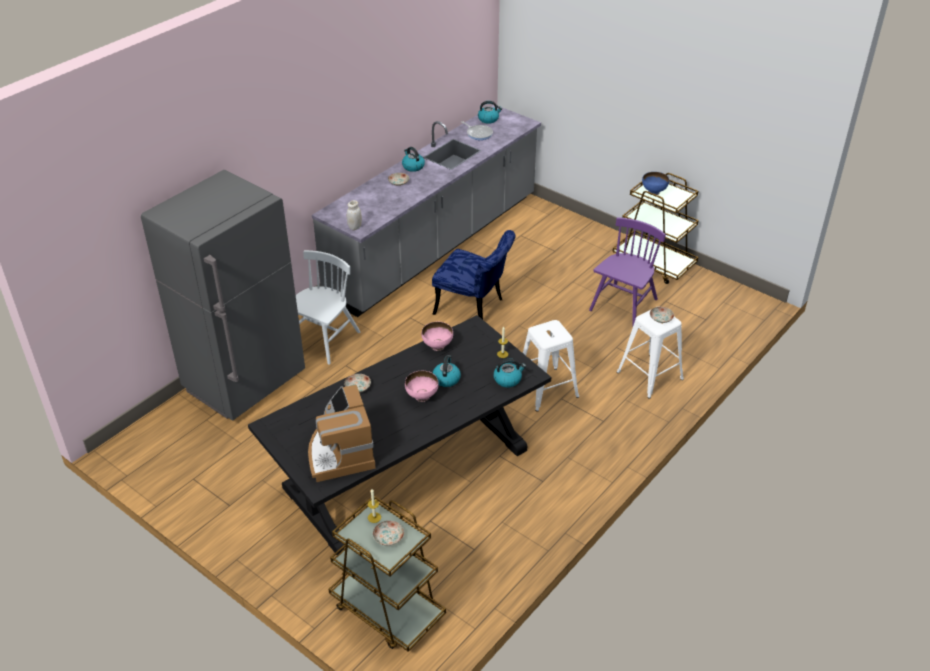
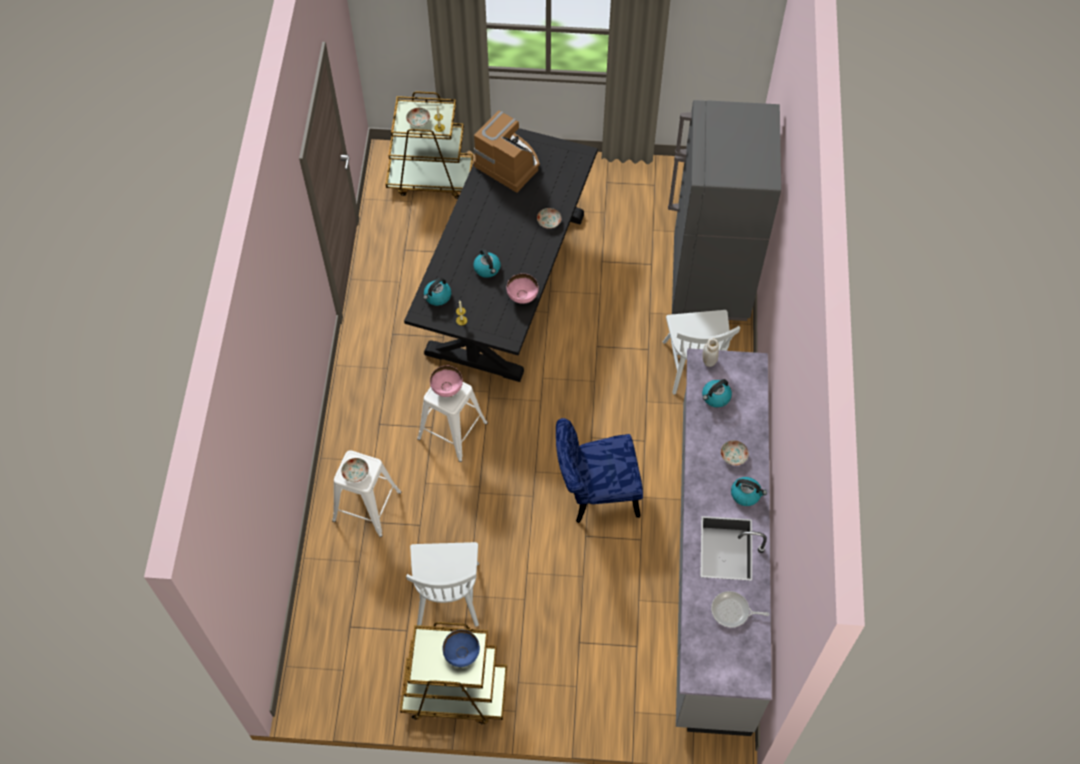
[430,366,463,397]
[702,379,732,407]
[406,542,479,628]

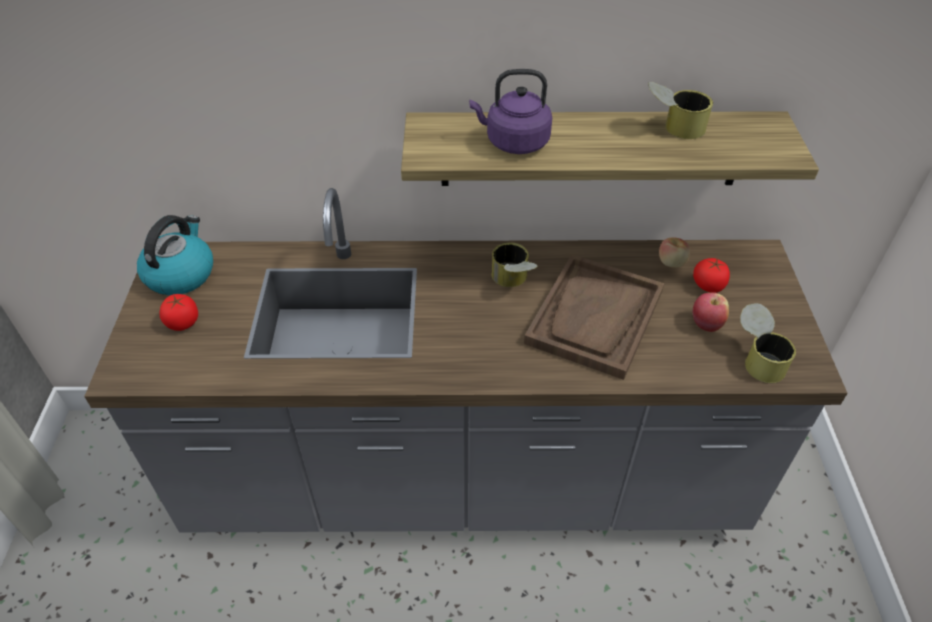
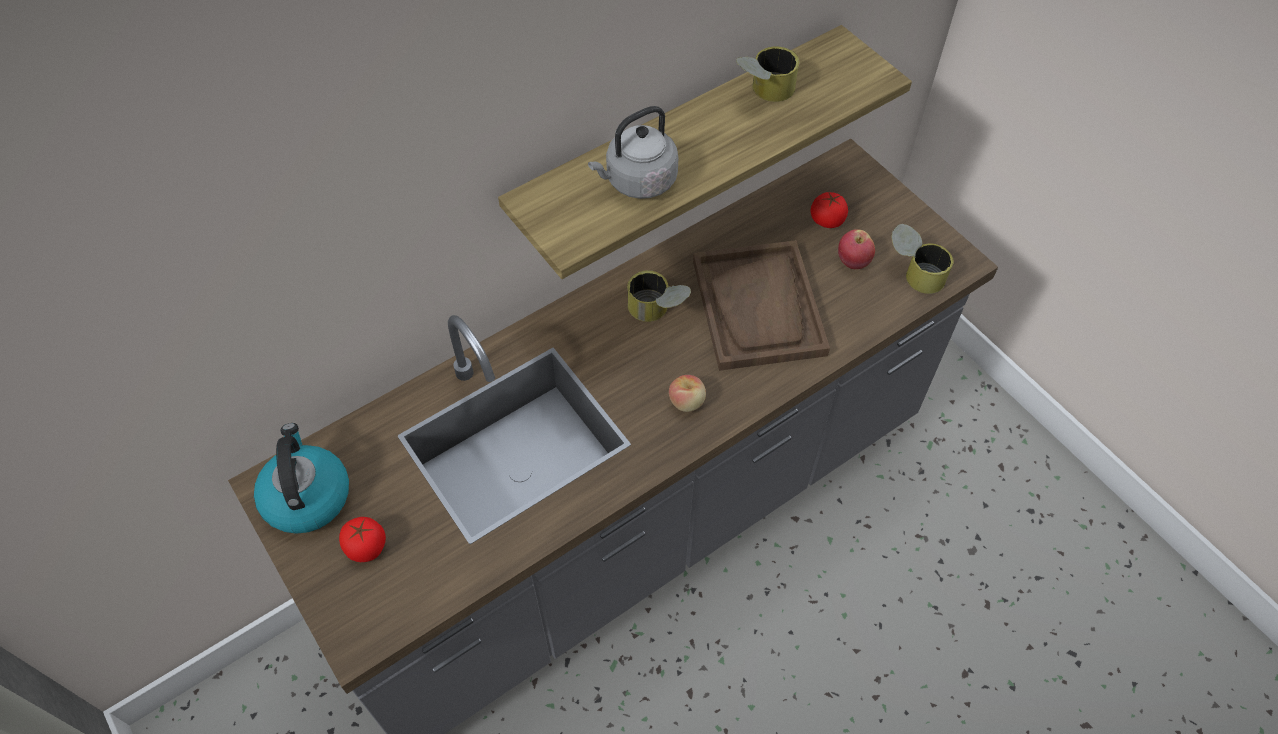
[588,106,679,199]
[669,375,706,412]

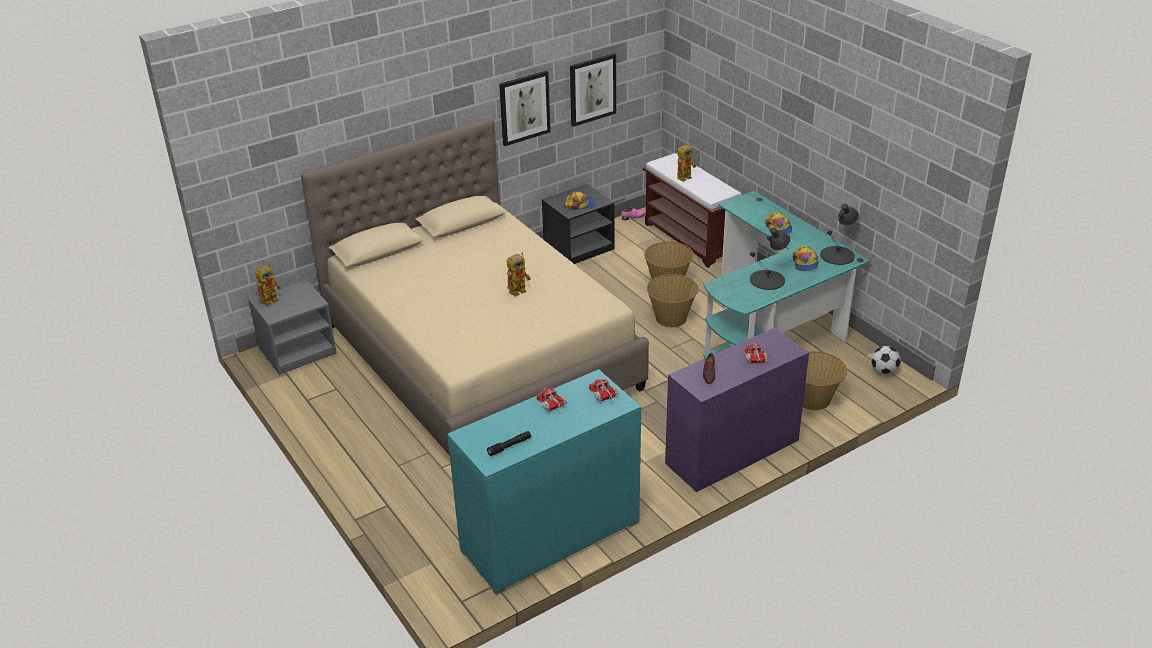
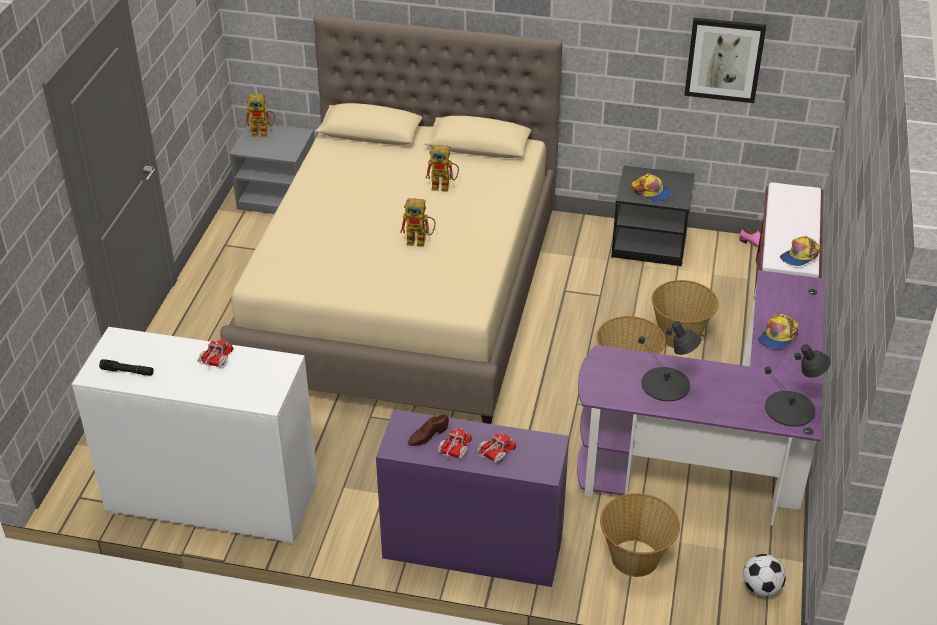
[72,327,318,544]
[499,71,551,146] (first image)
[437,428,472,459]
[425,145,459,192]
[577,270,824,525]
[780,236,820,266]

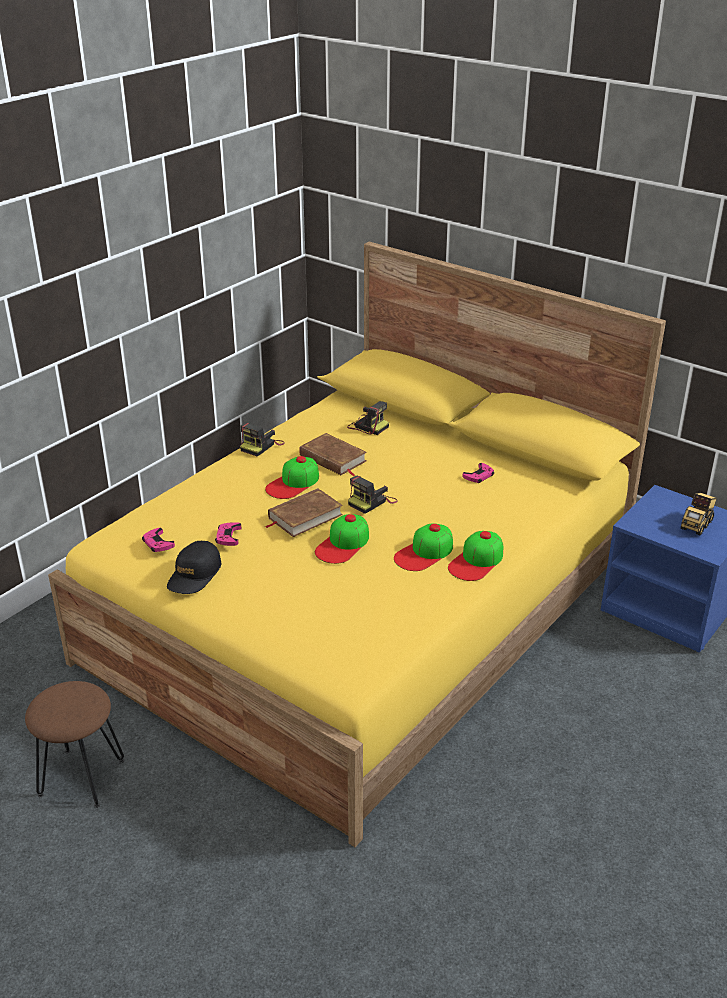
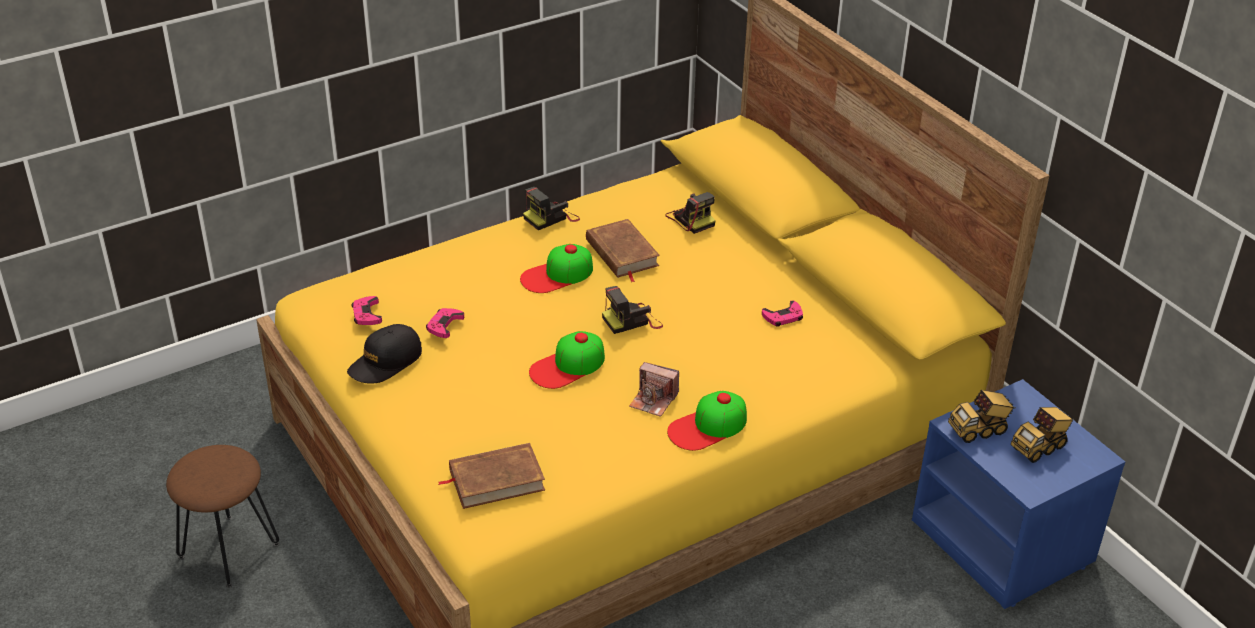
[438,443,545,509]
[629,362,679,417]
[948,390,1016,443]

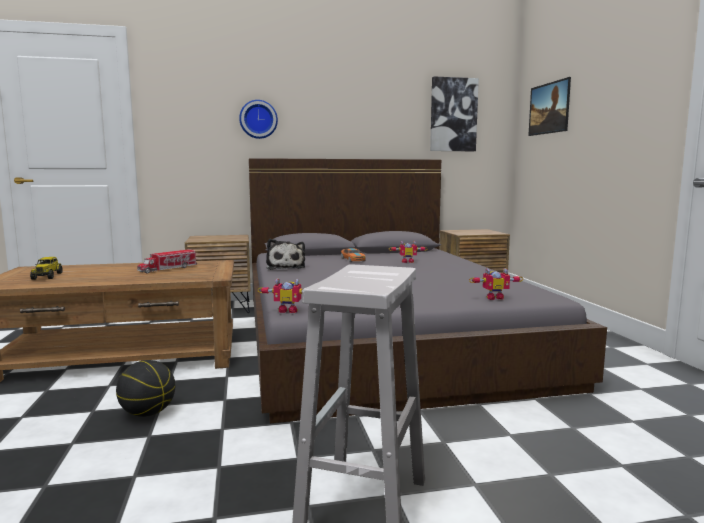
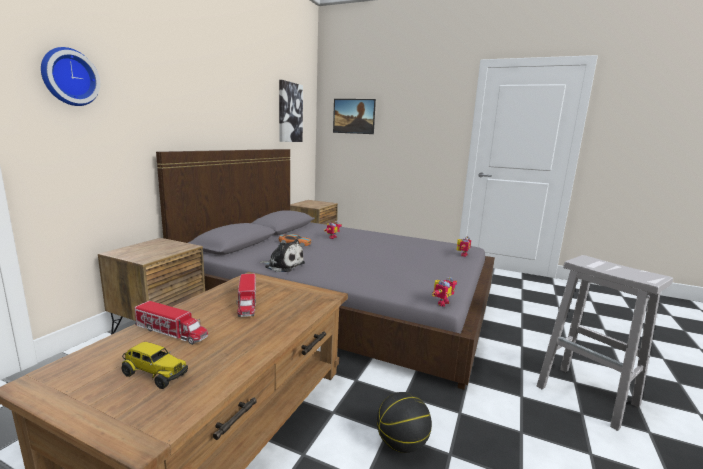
[41,47,100,106]
[135,301,208,345]

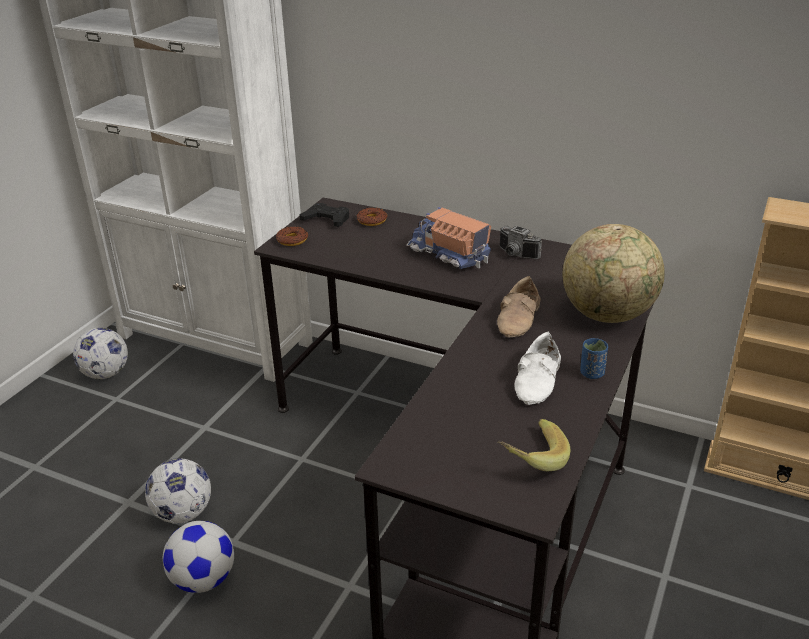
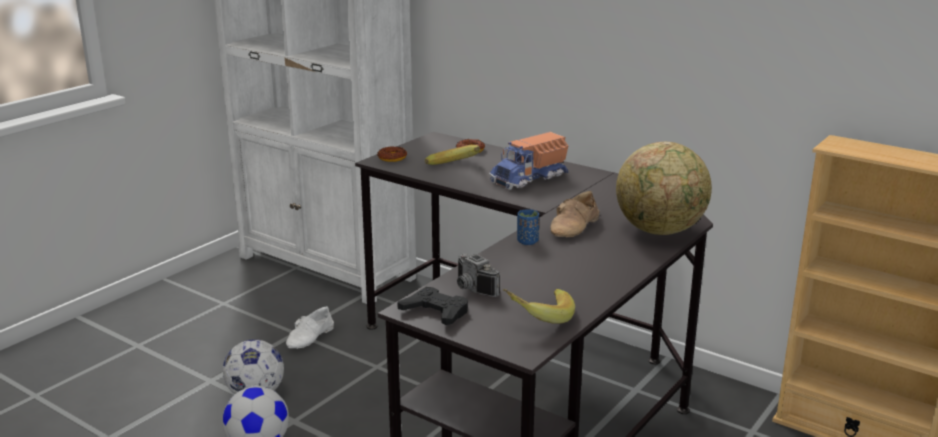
[73,328,128,379] (first image)
[397,287,468,325]
[489,132,568,190]
[457,253,500,297]
[286,306,334,349]
[517,209,539,245]
[425,145,481,165]

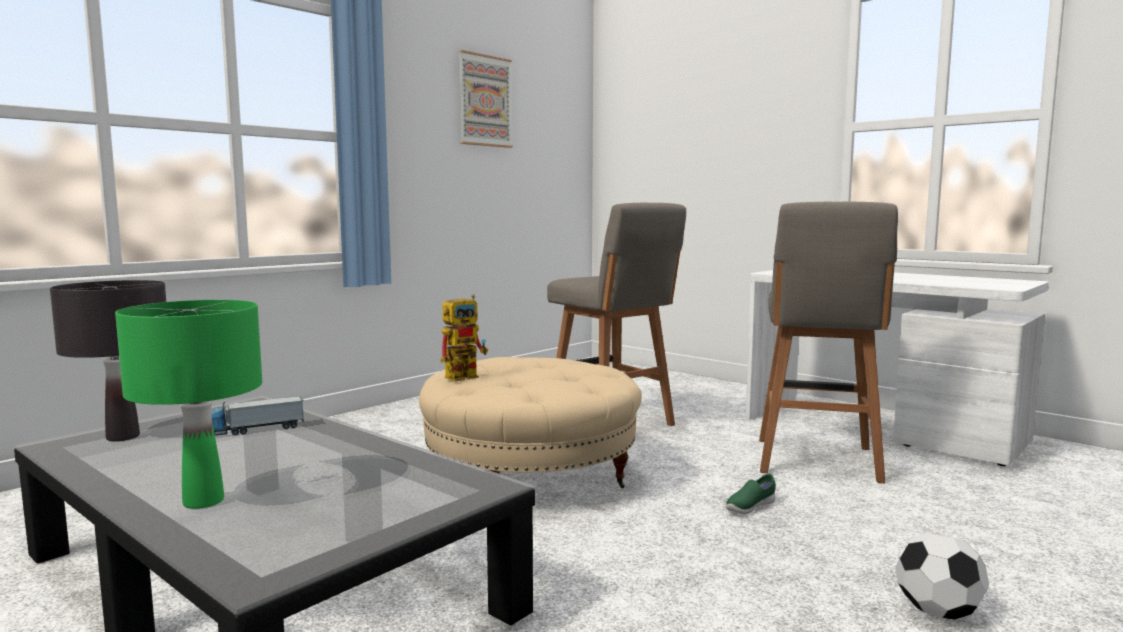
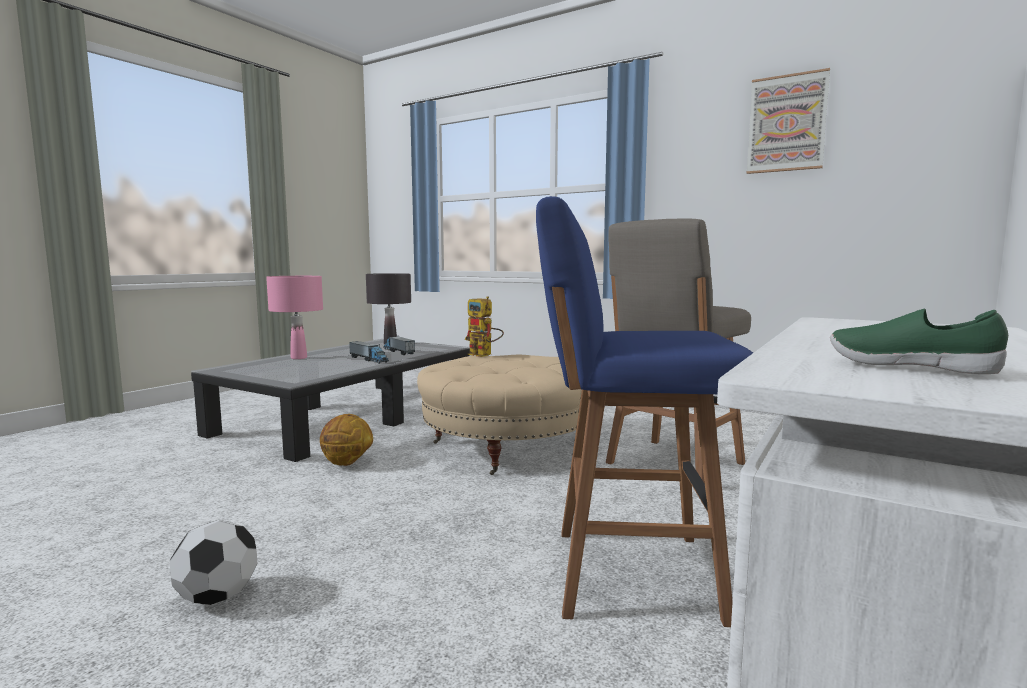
[266,276,323,359]
[830,309,1008,374]
[536,196,753,627]
[320,414,373,466]
[349,341,389,364]

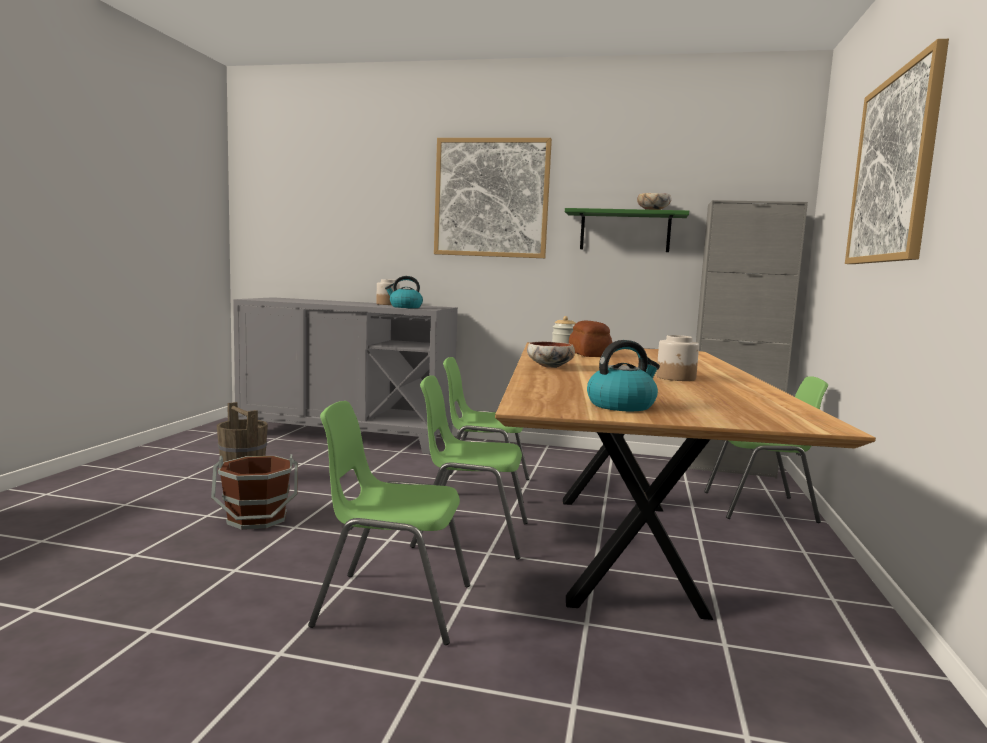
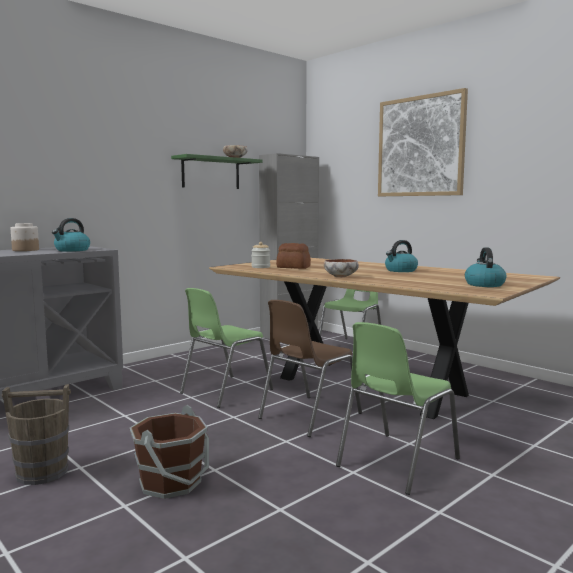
[258,300,362,437]
[434,138,552,258] (first image)
[385,240,418,272]

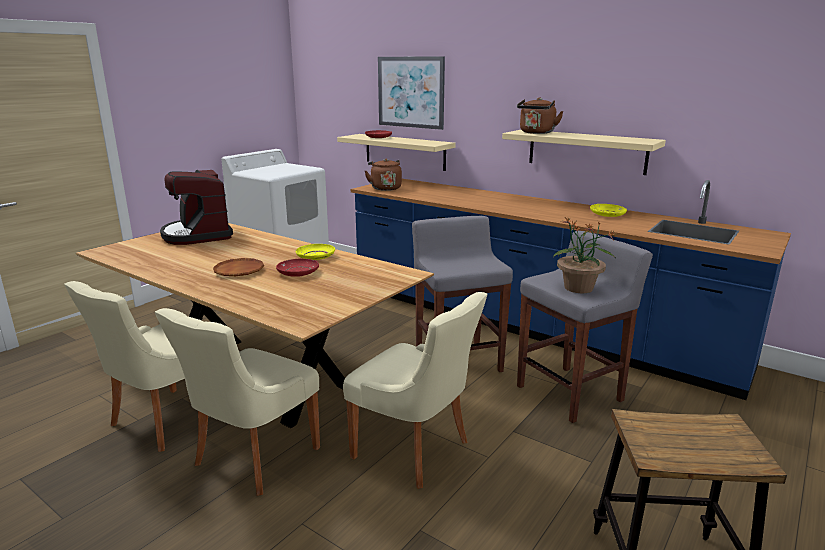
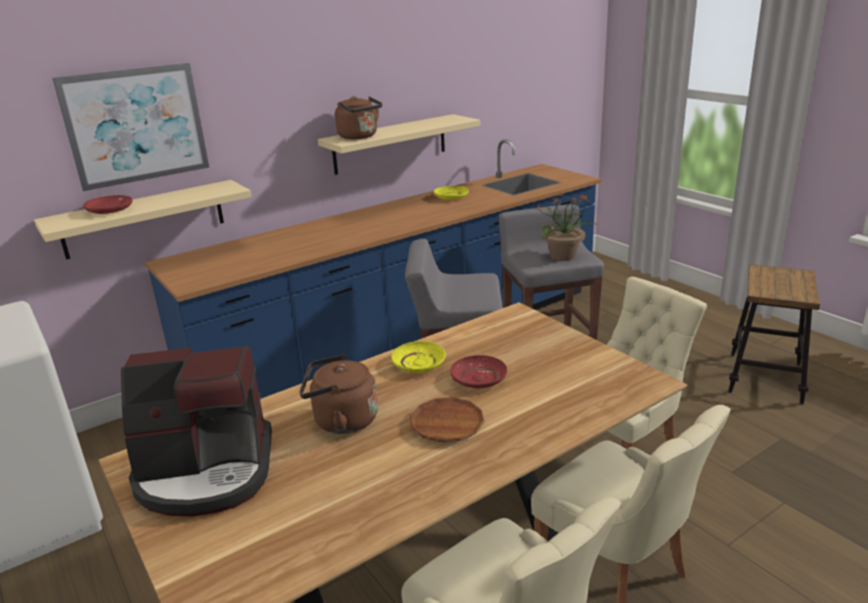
[299,355,378,434]

